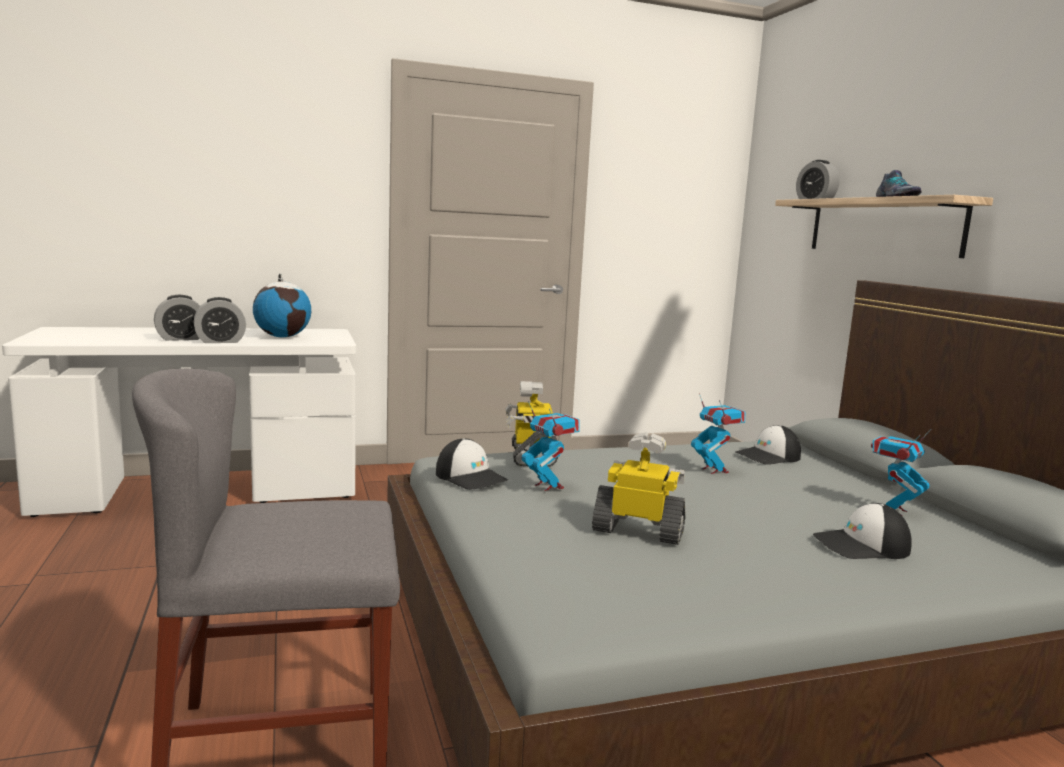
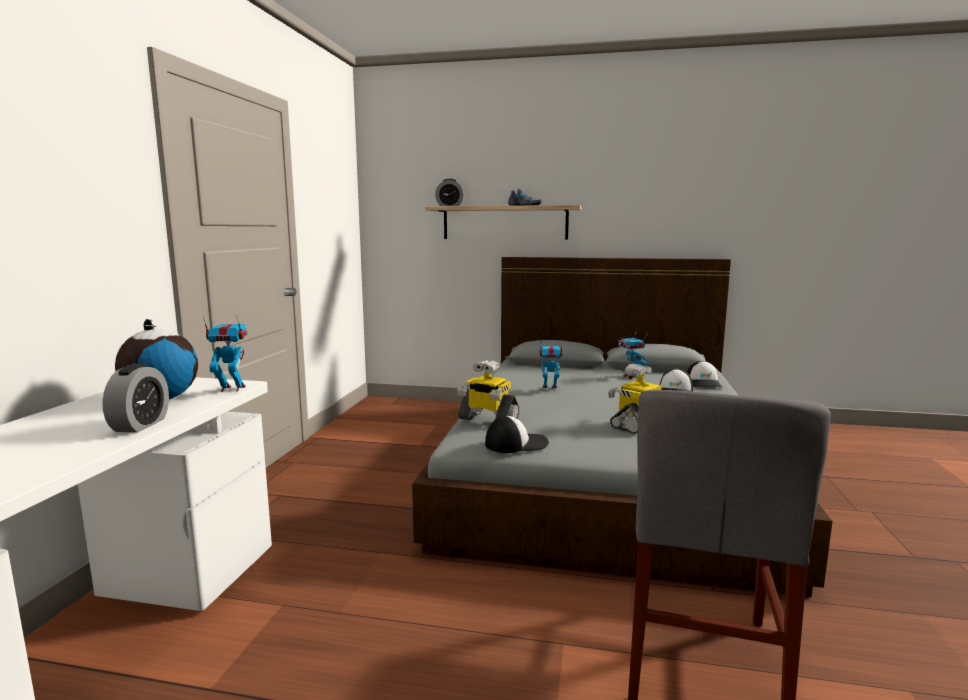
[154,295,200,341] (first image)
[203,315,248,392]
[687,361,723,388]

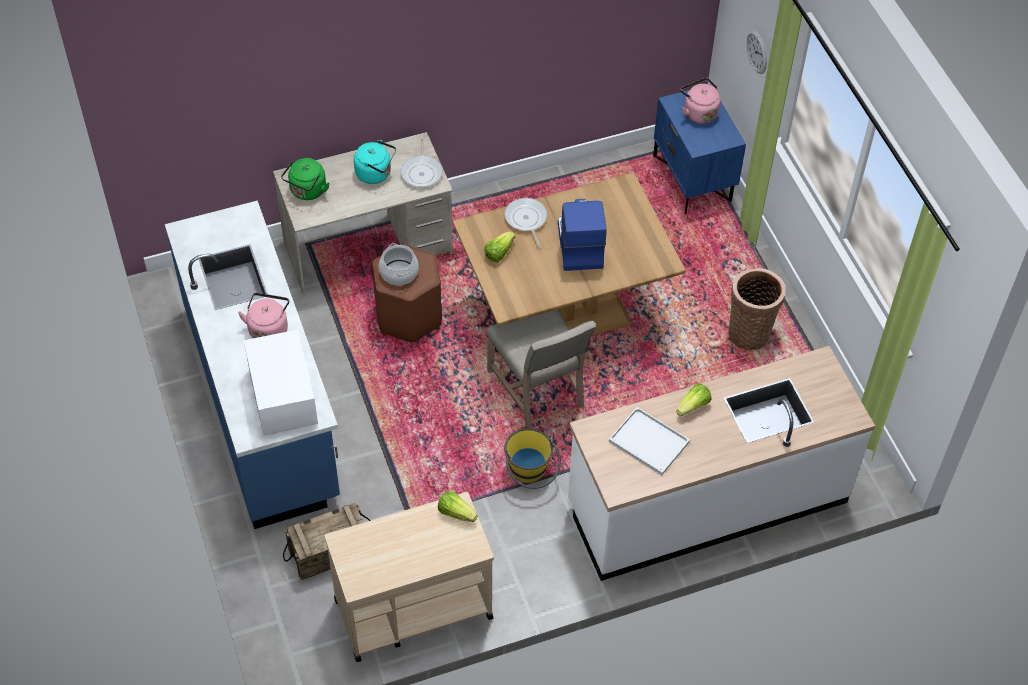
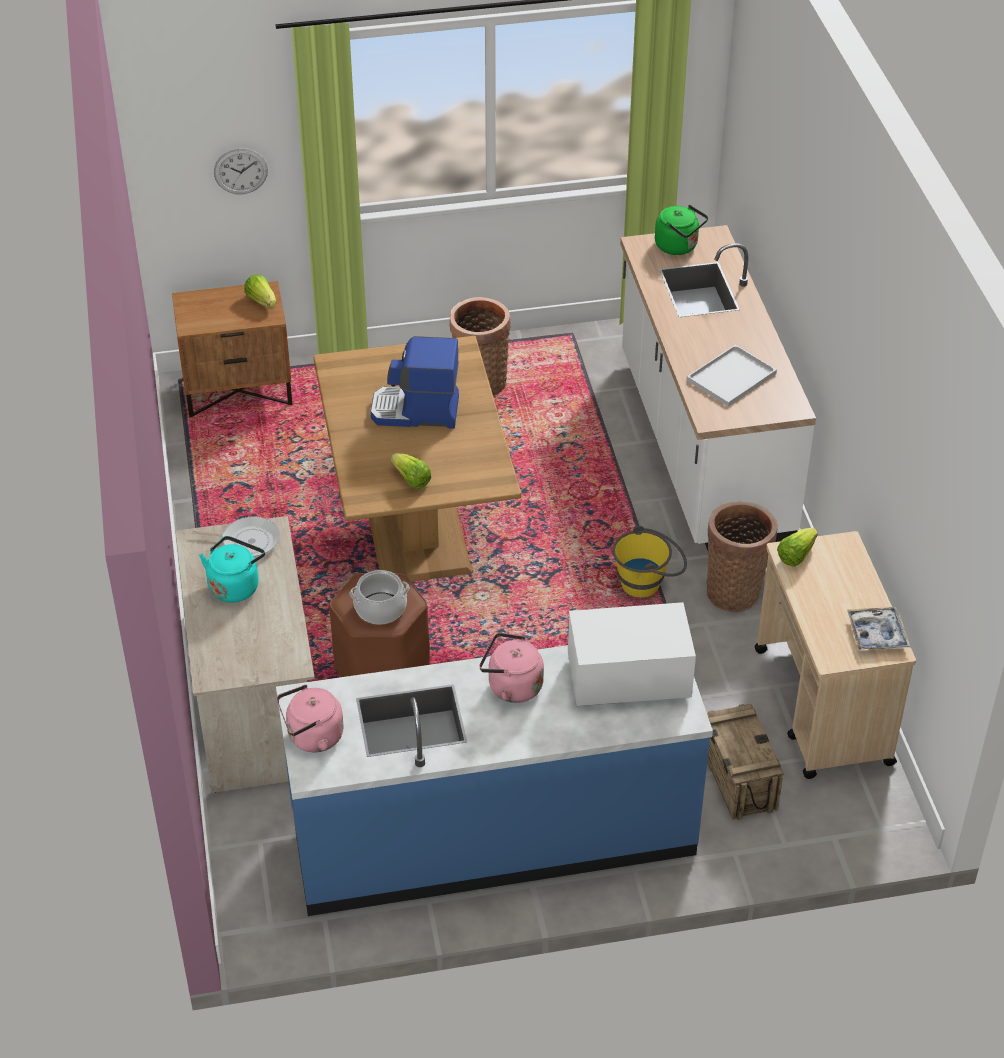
[655,205,708,255]
[487,309,596,428] (first image)
[505,198,547,250] (first image)
[172,281,292,418]
[245,274,276,308]
[277,684,344,752]
[706,502,778,612]
[847,607,910,650]

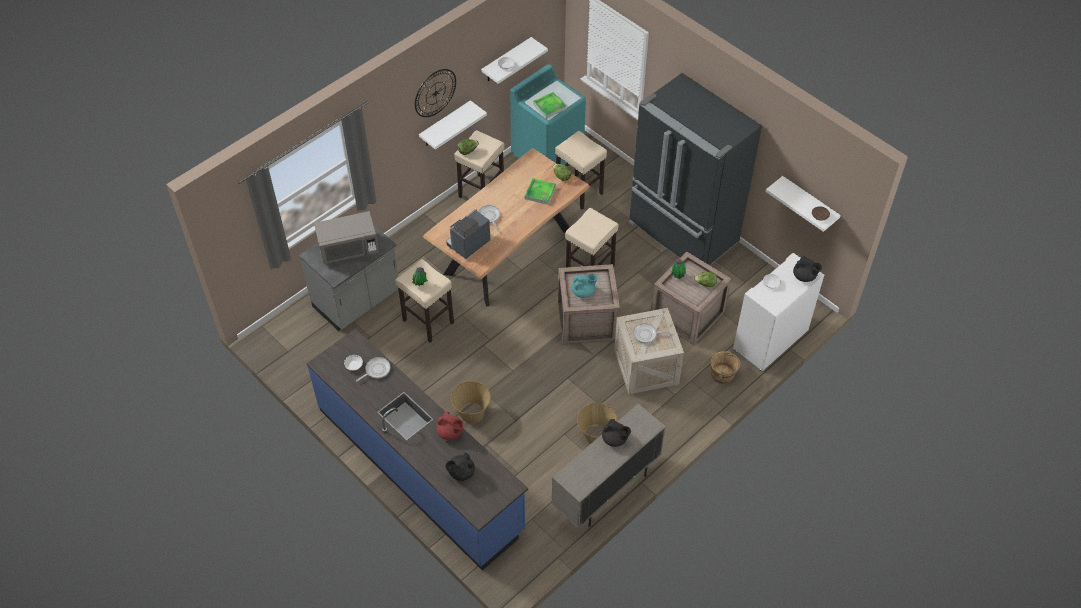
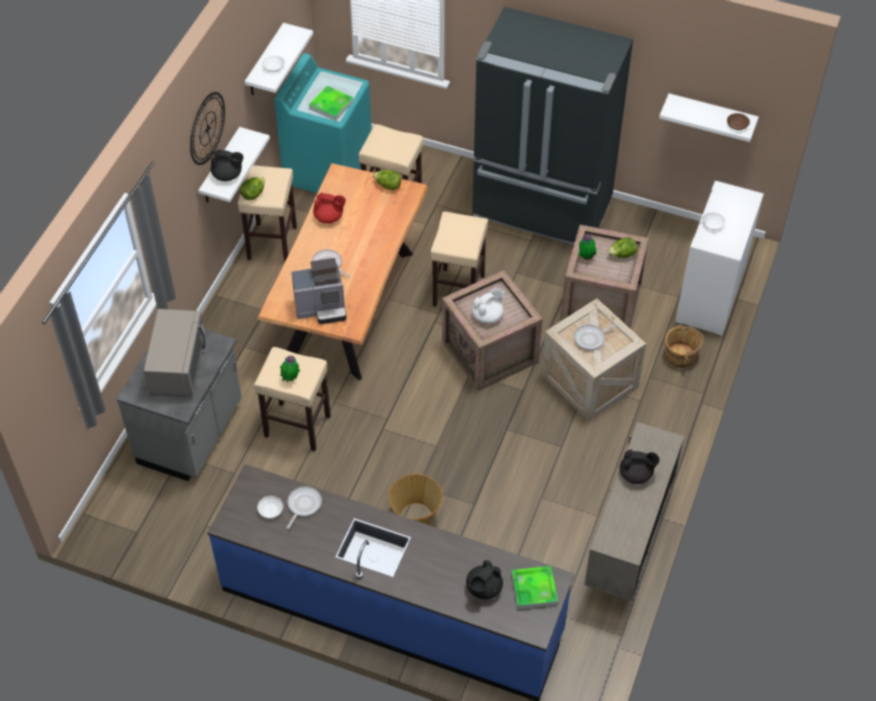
[144,309,205,397]
[313,193,346,223]
[291,258,346,324]
[512,566,558,609]
[472,288,504,323]
[577,403,618,444] (first image)
[211,149,244,181]

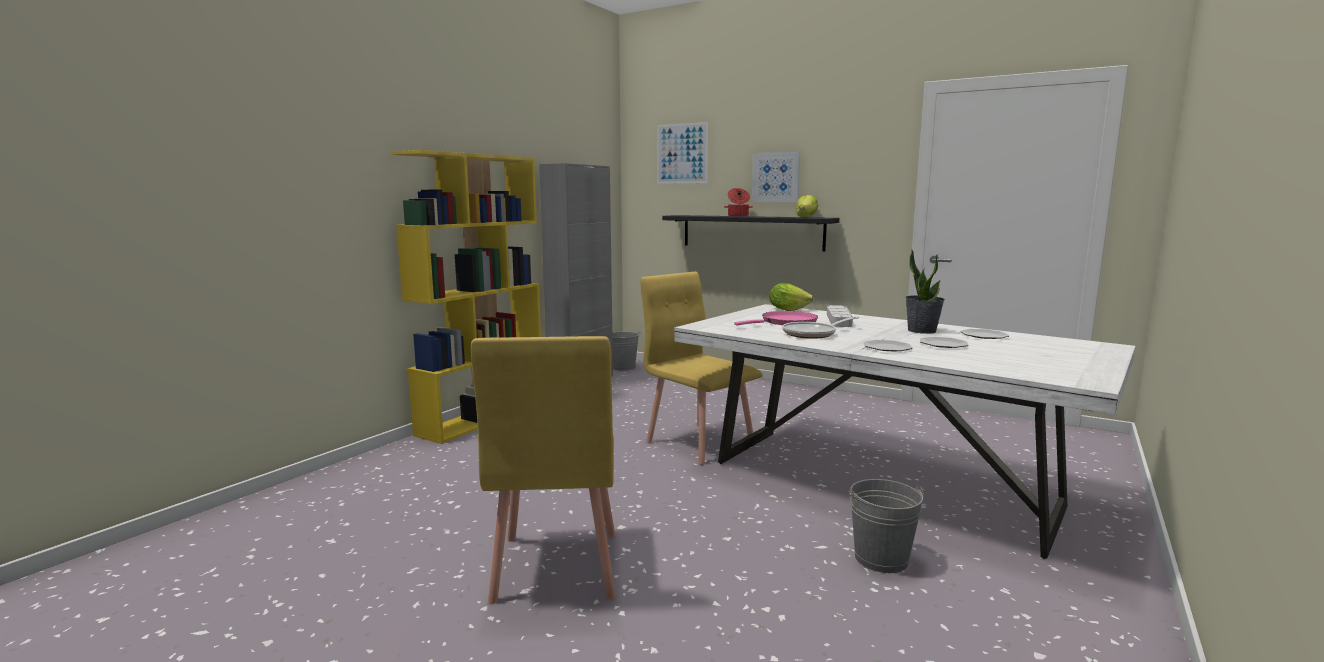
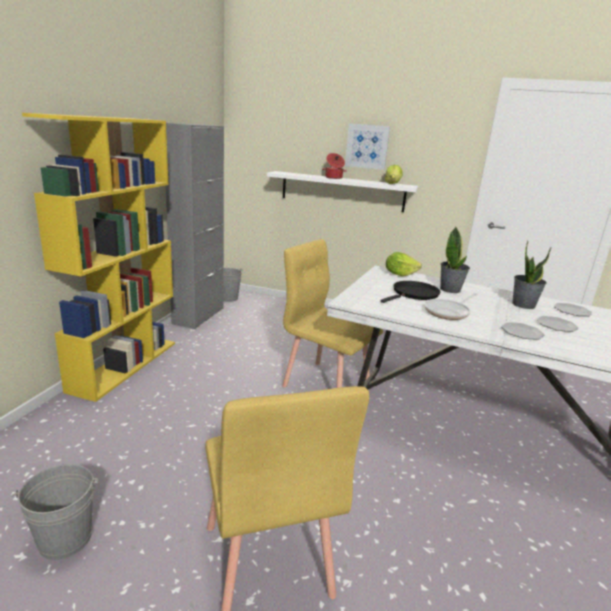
[657,122,708,184] (first image)
[267,171,418,212]
[380,281,440,303]
[440,227,470,293]
[11,464,98,560]

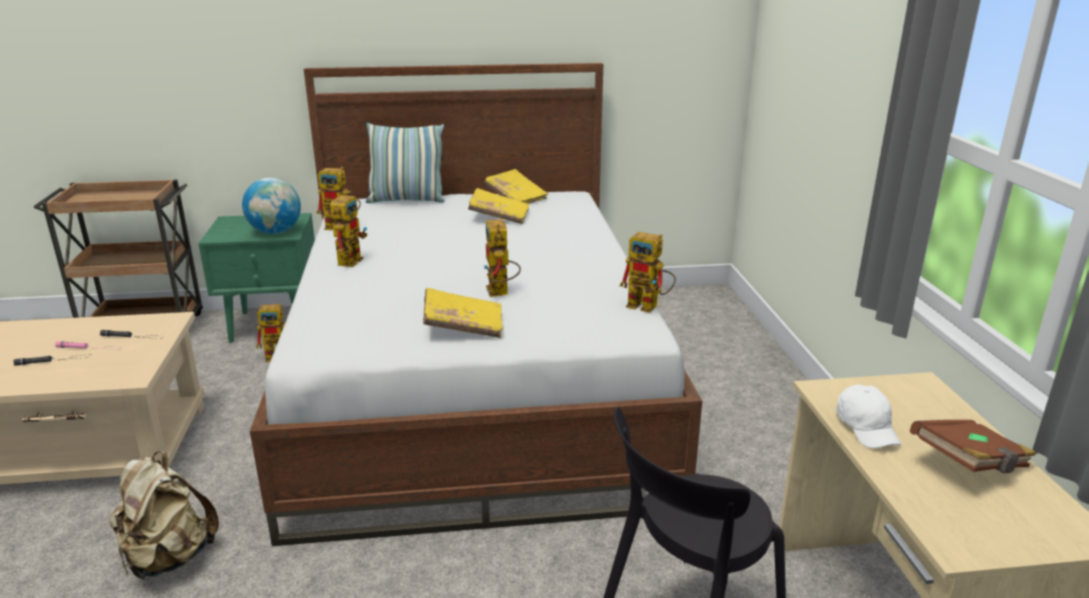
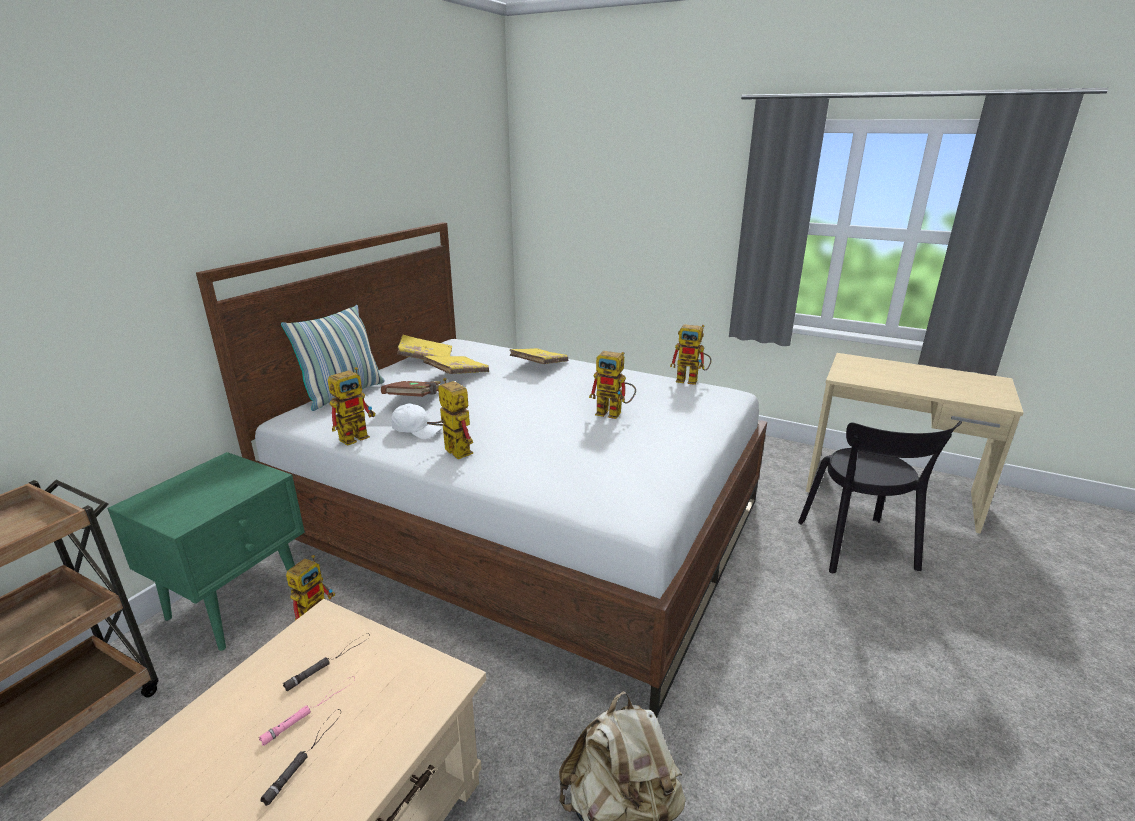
[242,178,301,234] (first image)
[509,348,568,364]
[670,325,712,385]
[391,403,442,439]
[381,381,441,397]

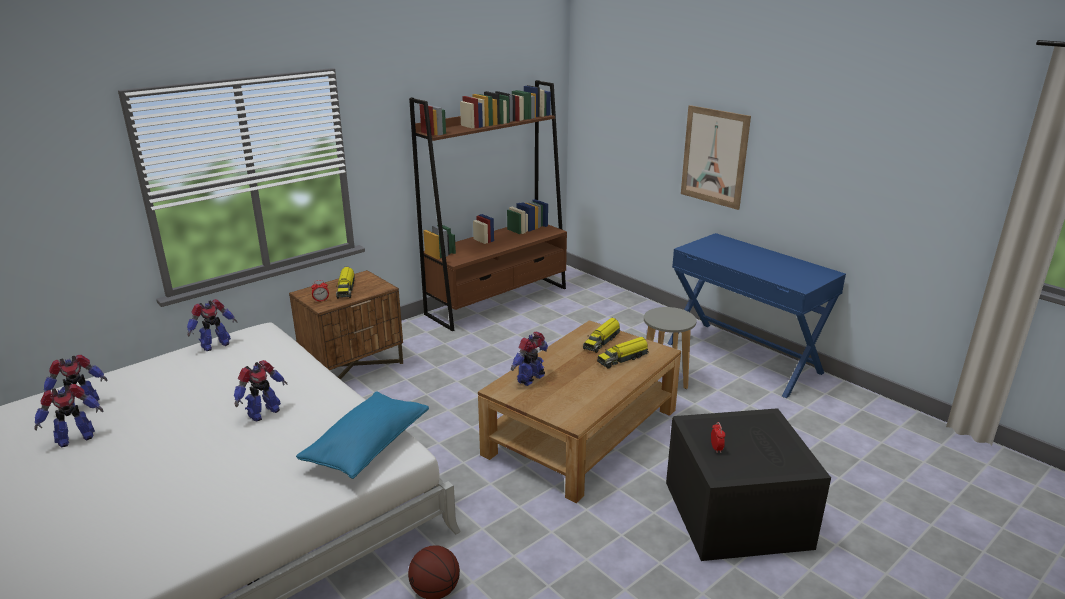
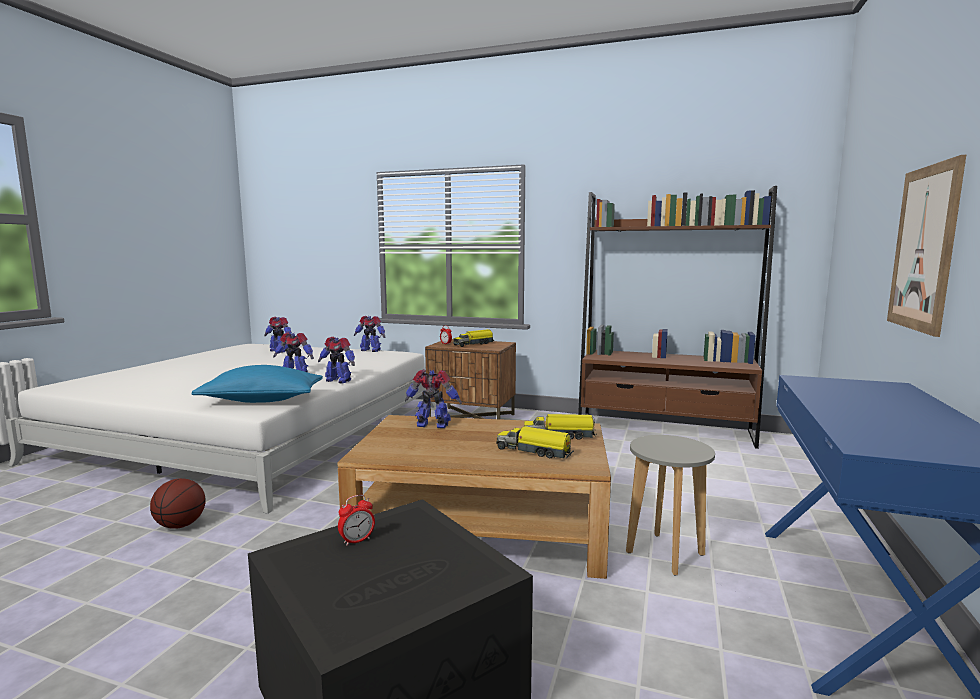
[318,337,355,383]

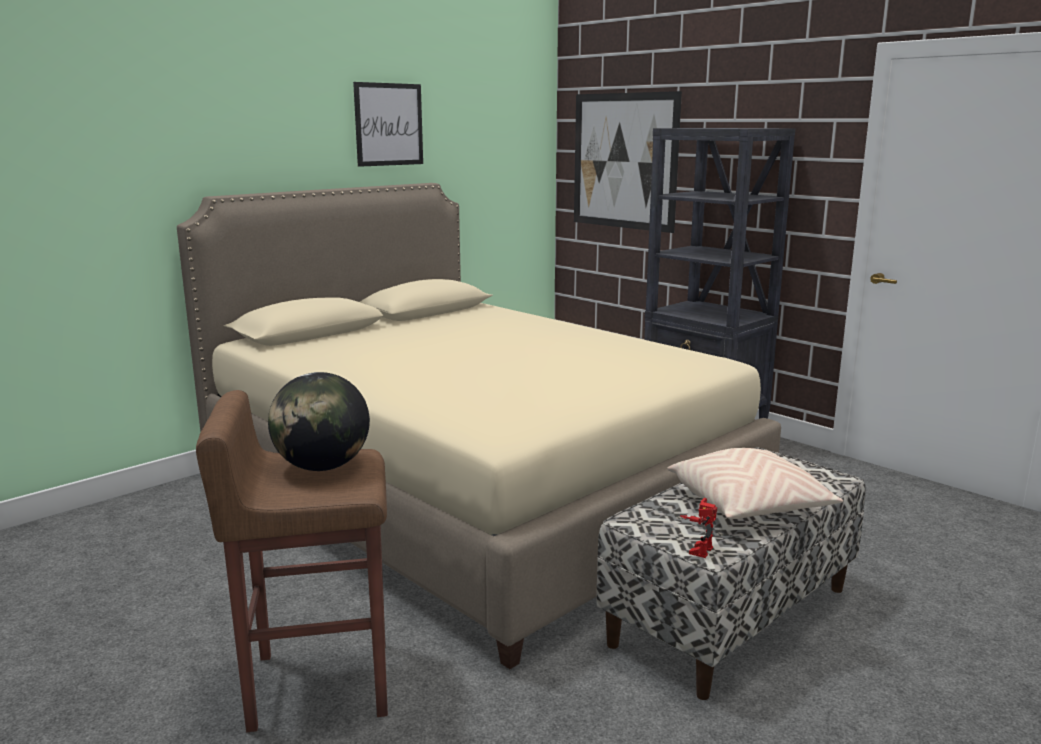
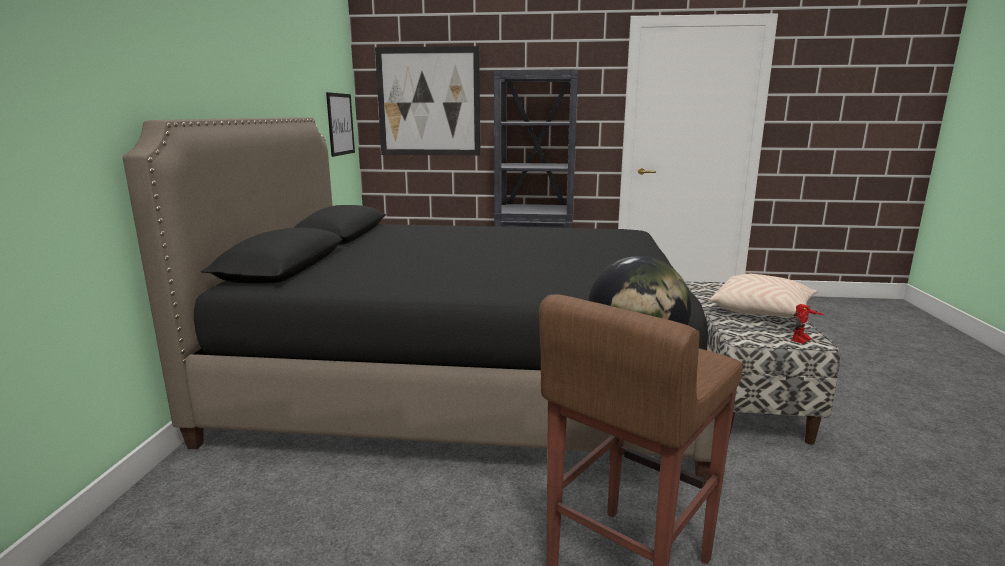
[123,117,715,480]
[326,92,355,157]
[792,304,824,344]

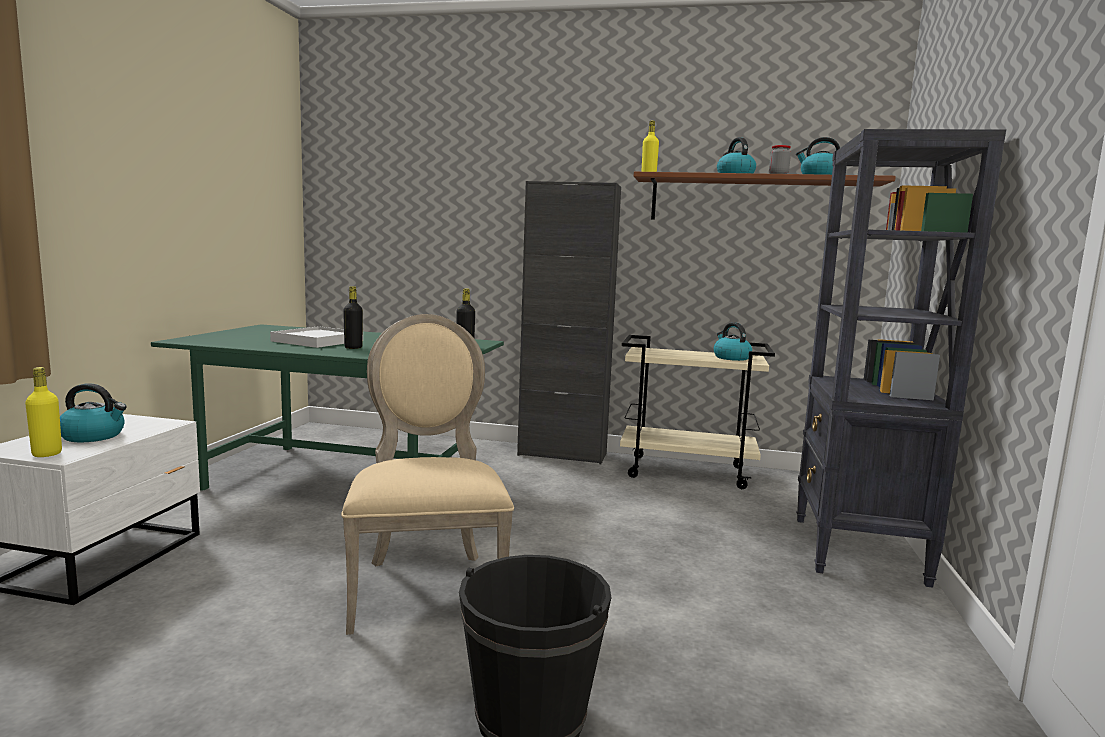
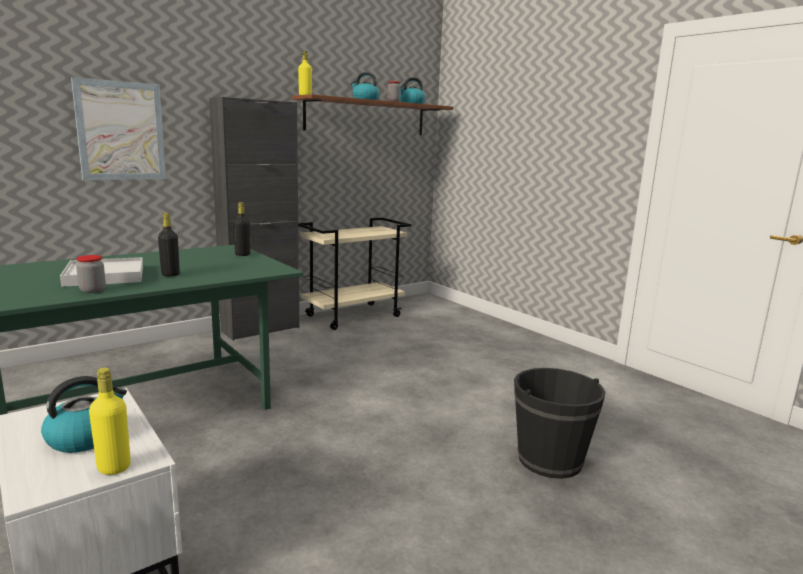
[341,314,514,635] (first image)
[714,322,752,361] (first image)
[796,129,1006,588] (first image)
[71,77,166,180]
[76,255,106,293]

